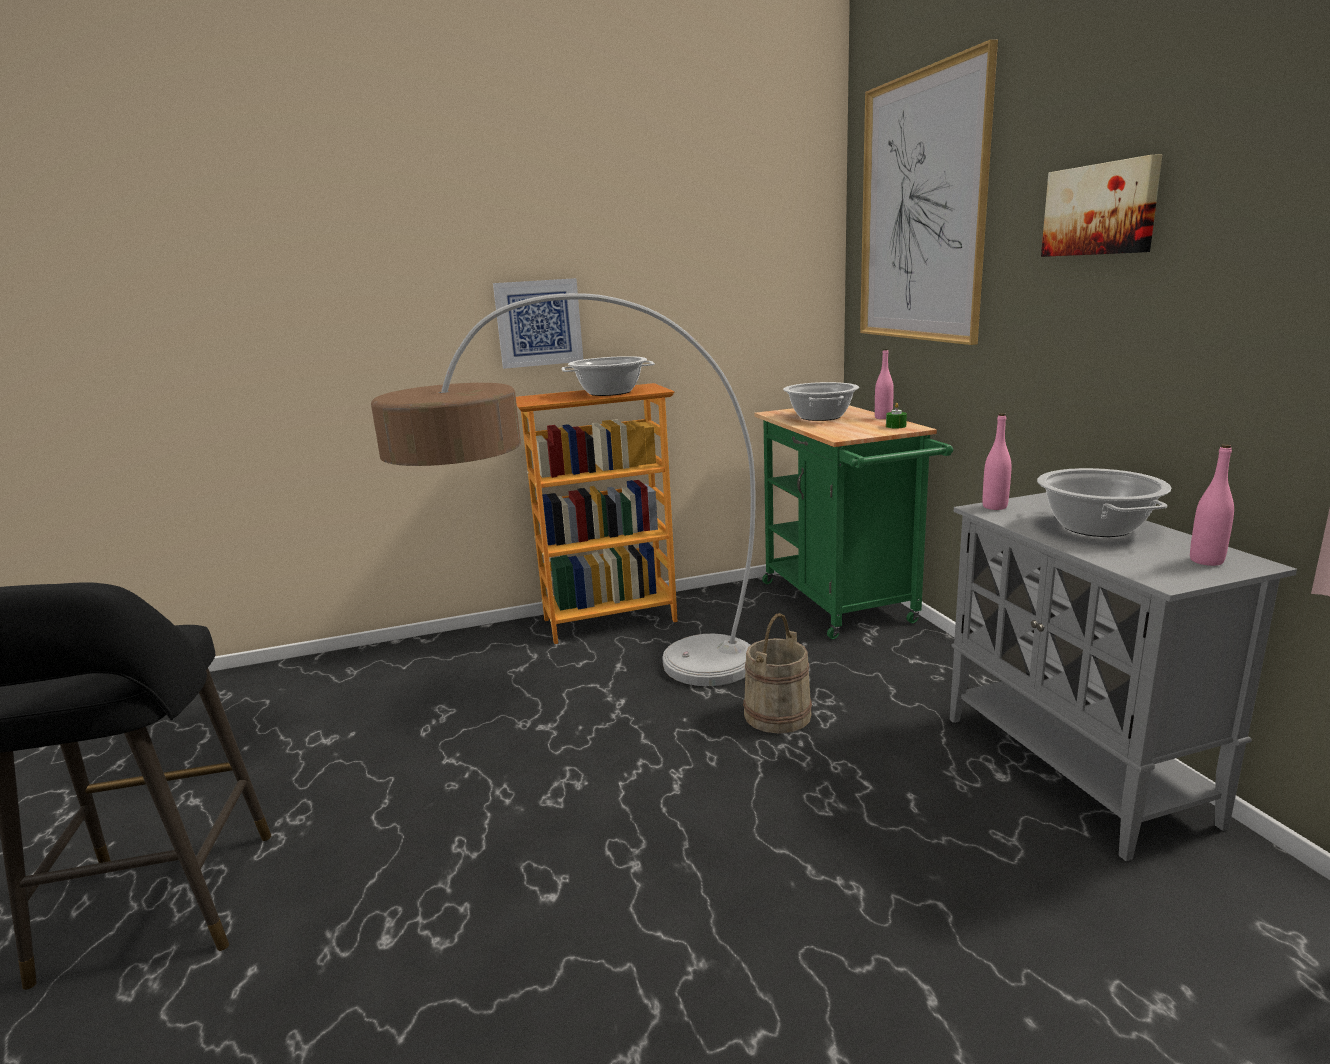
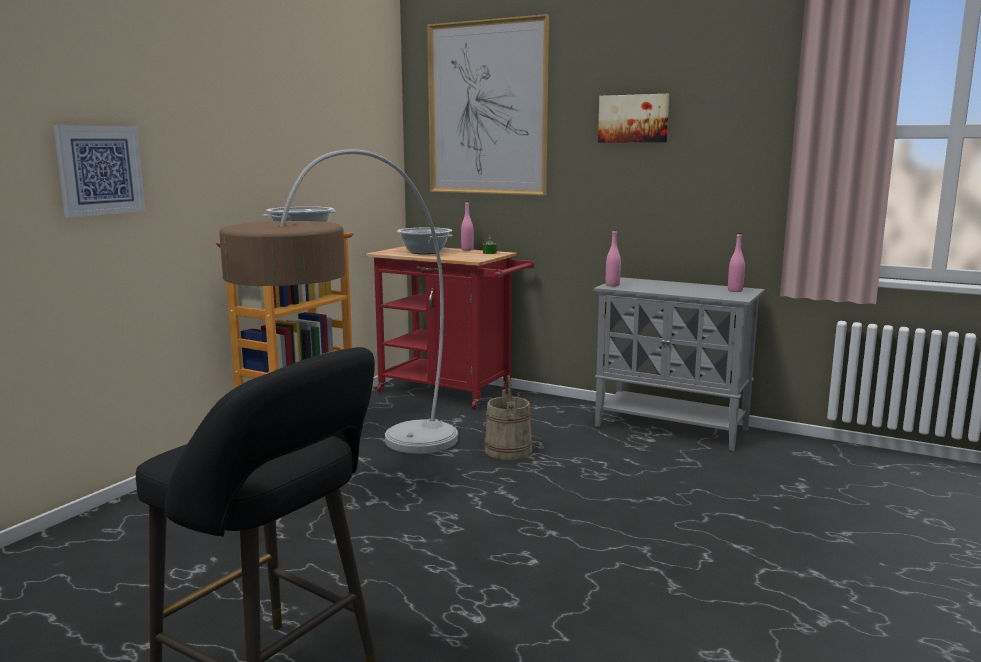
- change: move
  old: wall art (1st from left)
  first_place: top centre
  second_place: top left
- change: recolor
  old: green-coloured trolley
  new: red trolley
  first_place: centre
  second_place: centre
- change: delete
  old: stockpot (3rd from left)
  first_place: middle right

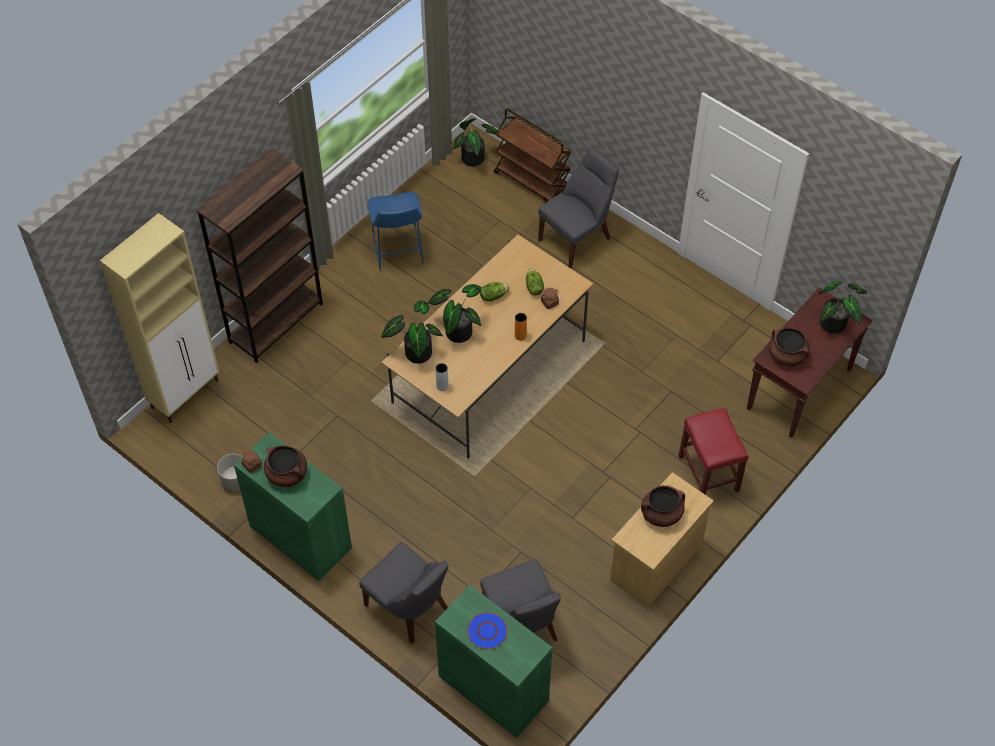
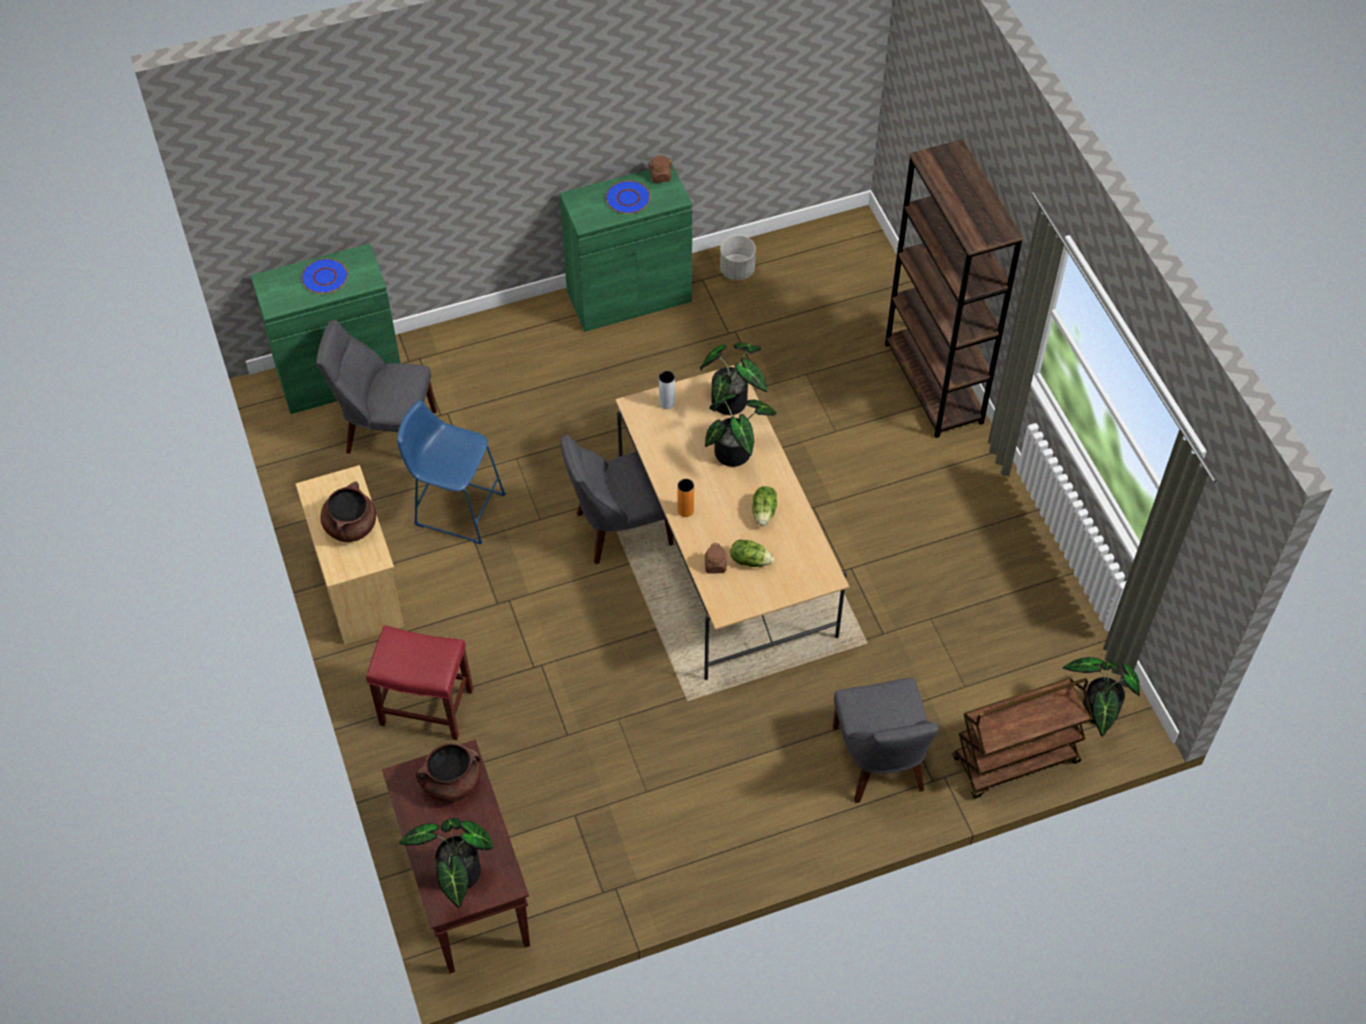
- change: move
  old: blue stool
  first_place: top centre
  second_place: middle left
- change: move
  old: greyish upright chair (1st from left in the first image)
  new: greyish upright chair (2nd from left)
  first_place: bottom centre
  second_place: centre
- change: replace
  old: brown-coloured stockpot (1st from left)
  new: blue plate (2nd from left)
  first_place: middle left
  second_place: top centre
- change: delete
  old: beige storage cabinet
  first_place: middle left

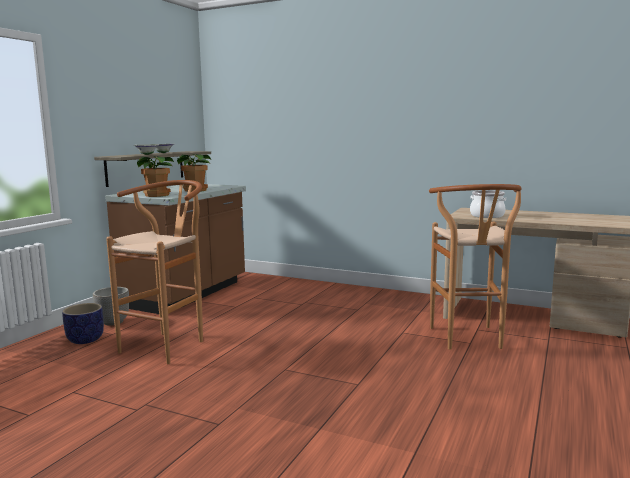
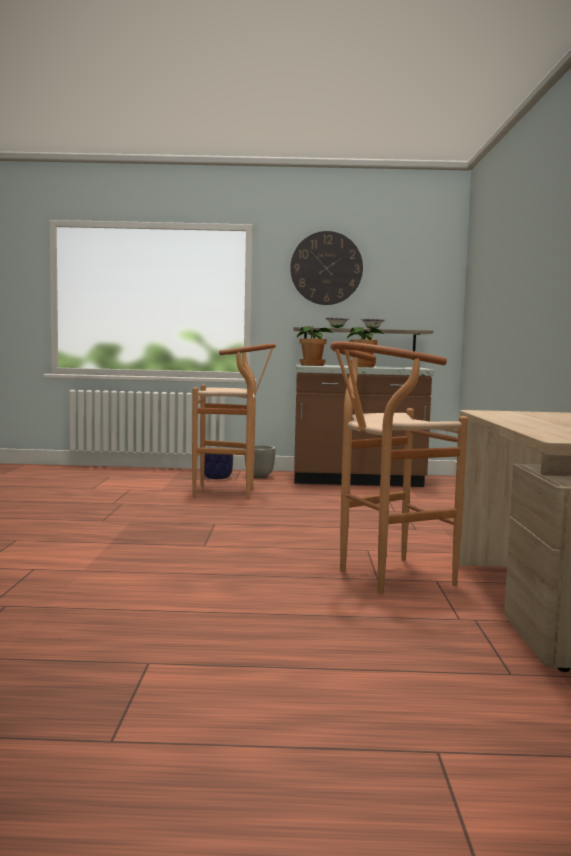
- change: insert
  new: hanging clock
  second_place: top centre
- change: delete
  old: stockpot
  first_place: middle right

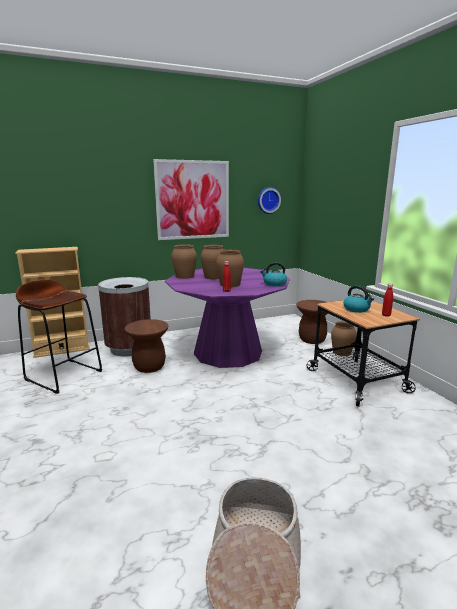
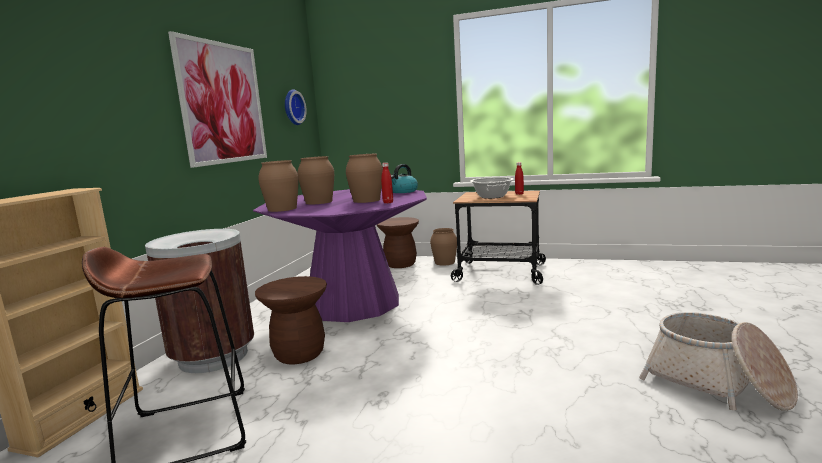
- change: replace
  old: water kettle (2nd from left)
  new: stockpot
  first_place: middle right
  second_place: centre

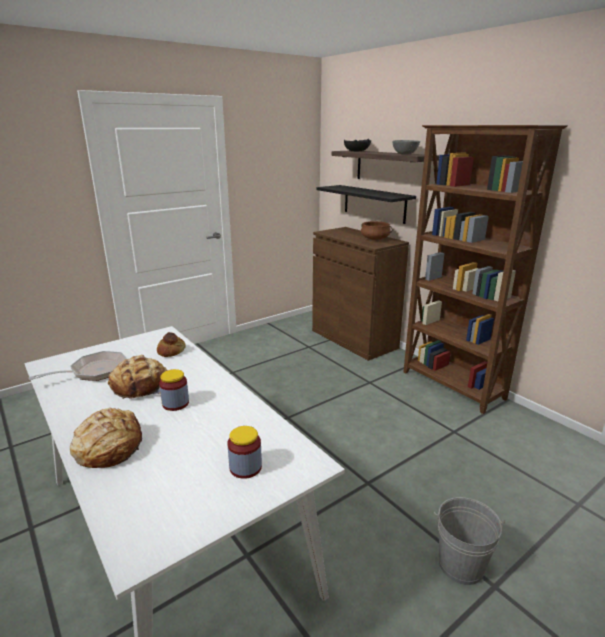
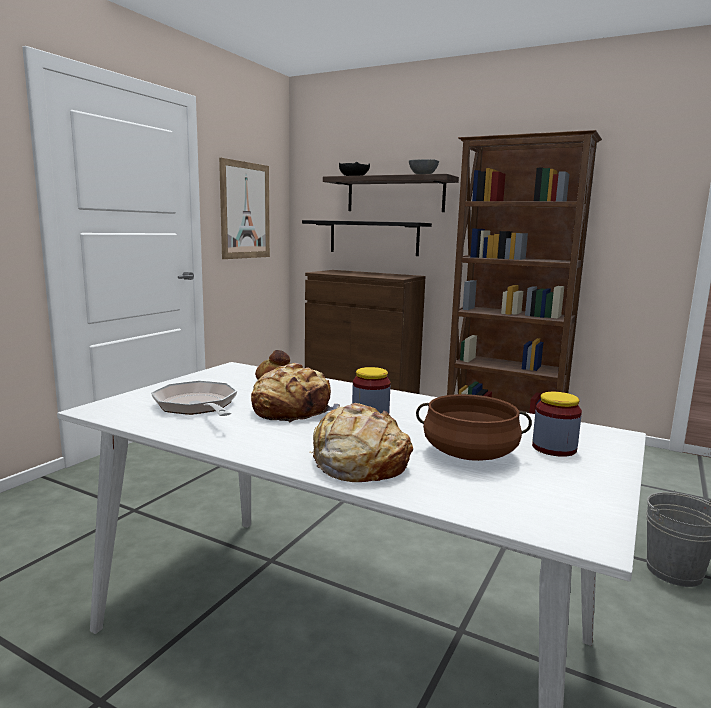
- change: rotate
  old: frying pan
  first_place: middle left
  second_place: middle left
  degrees: -60
- change: insert
  new: wall art
  second_place: top centre
- change: move
  old: brown-coloured stockpot
  first_place: centre
  second_place: middle right

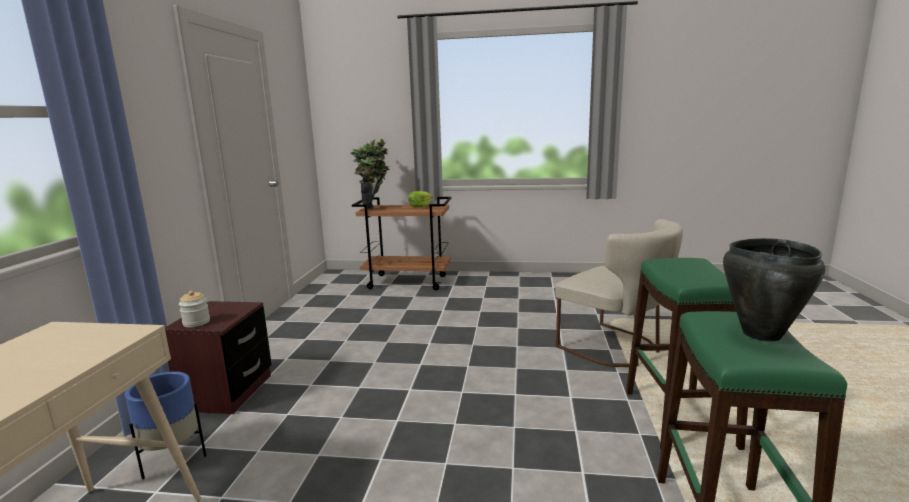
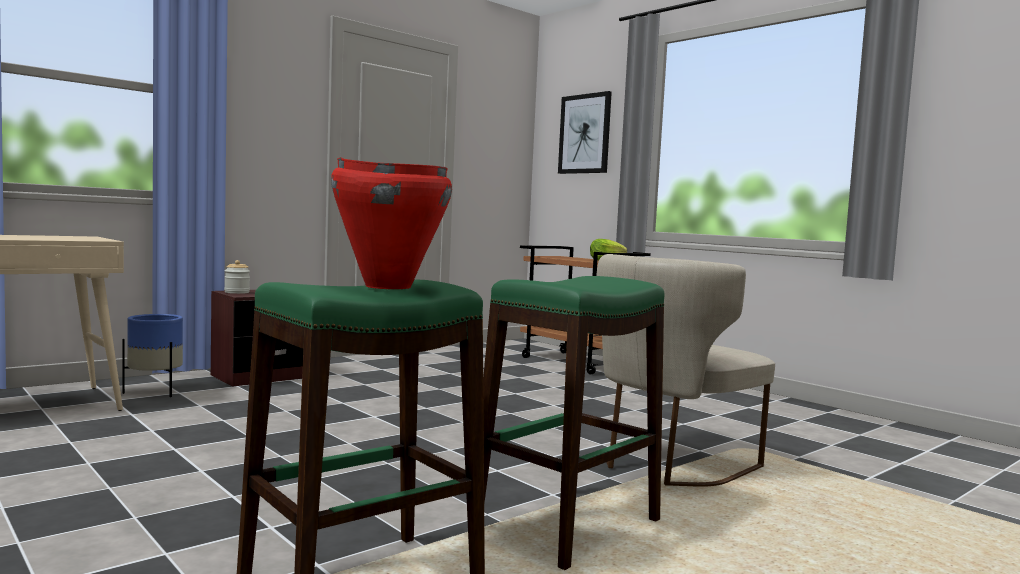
- change: recolor
  old: black-coloured stockpot
  new: red stockpot
  first_place: middle right
  second_place: centre
- change: insert
  new: wall art
  second_place: top centre
- change: rotate
  old: beige upright chair
  first_place: middle right
  second_place: middle right
  degrees: 45
- change: delete
  old: plant in a pot
  first_place: centre

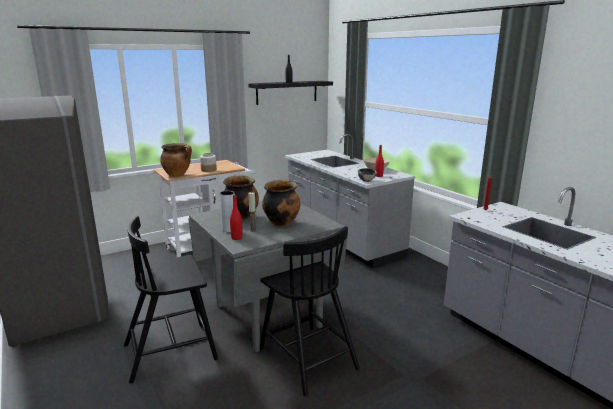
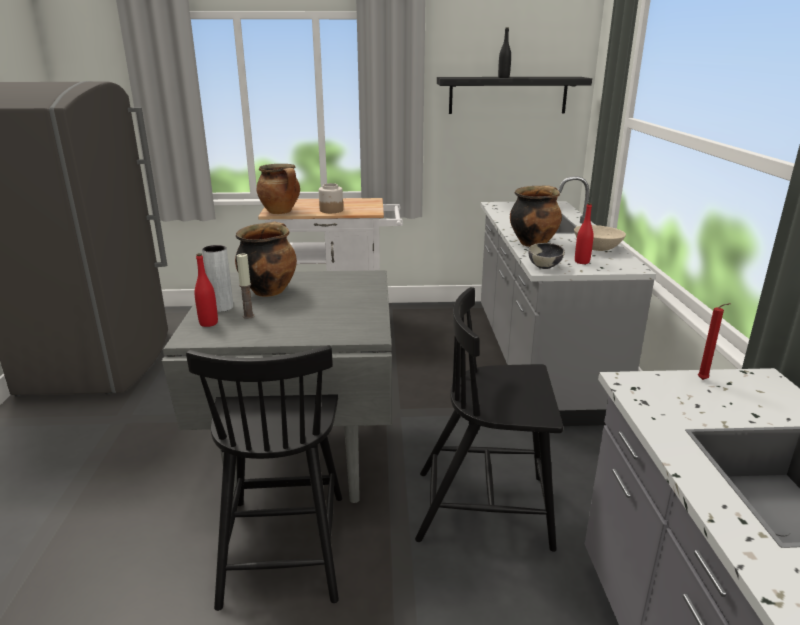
- change: move
  old: black-coloured upright chair (1st from left in the first image)
  new: black-coloured upright chair (2nd from left)
  first_place: bottom left
  second_place: bottom centre
- change: move
  old: stockpot (3rd from left)
  first_place: centre
  second_place: middle right

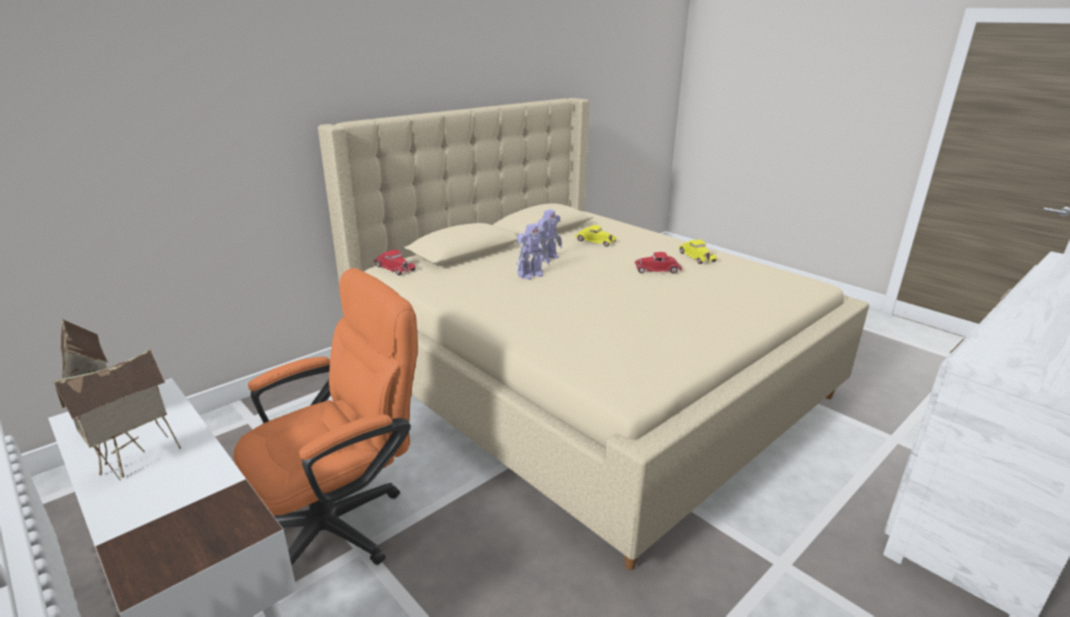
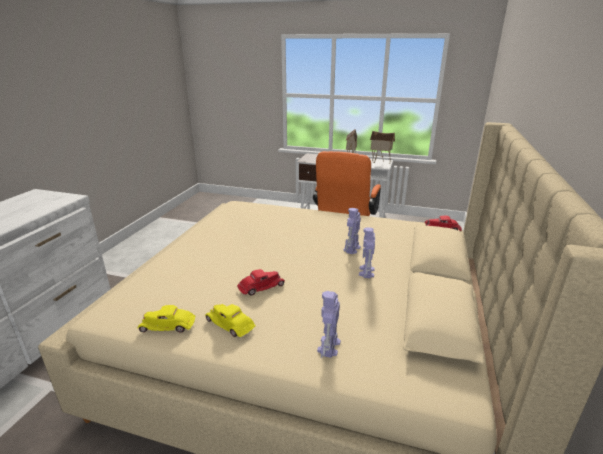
- change: move
  old: yellow-coloured model car (1st from left)
  first_place: centre
  second_place: bottom left
- change: insert
  new: model robot (1st from left)
  second_place: bottom centre

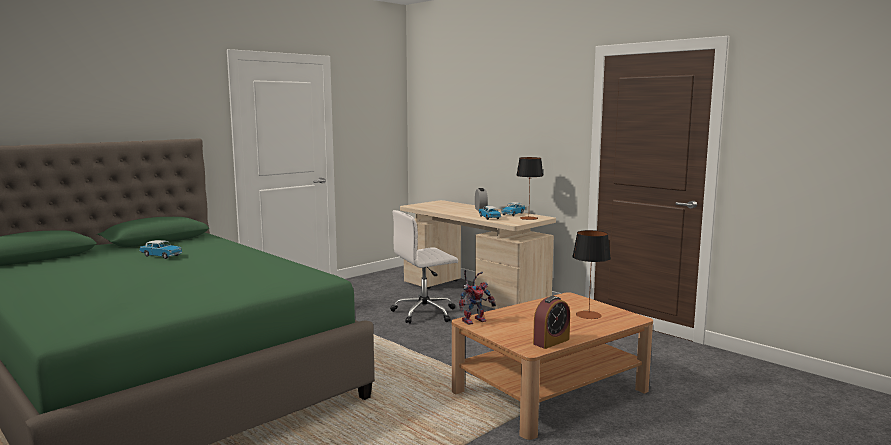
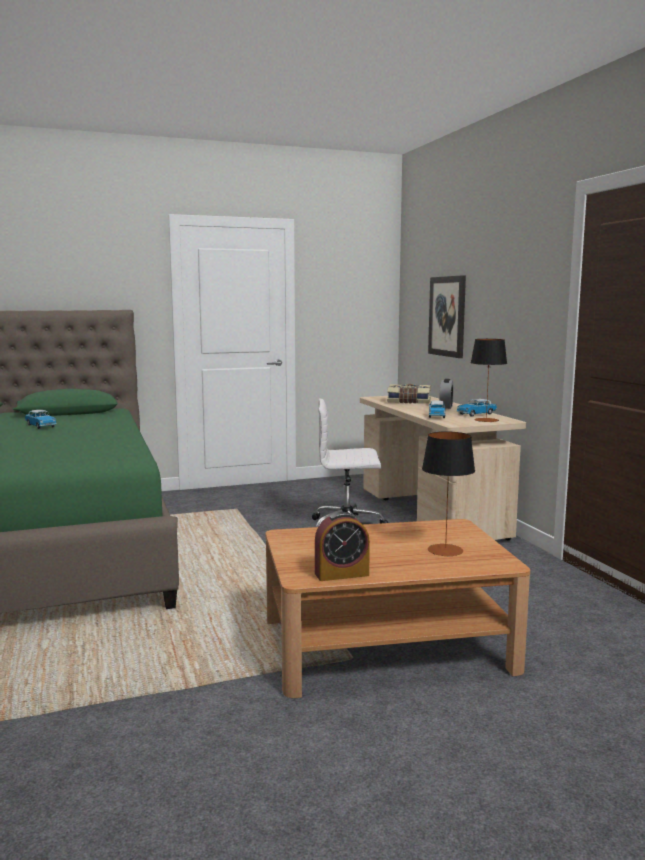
- change: insert
  new: volume
  second_place: centre
- change: insert
  new: wall art
  second_place: middle right
- change: delete
  old: model robot
  first_place: bottom centre

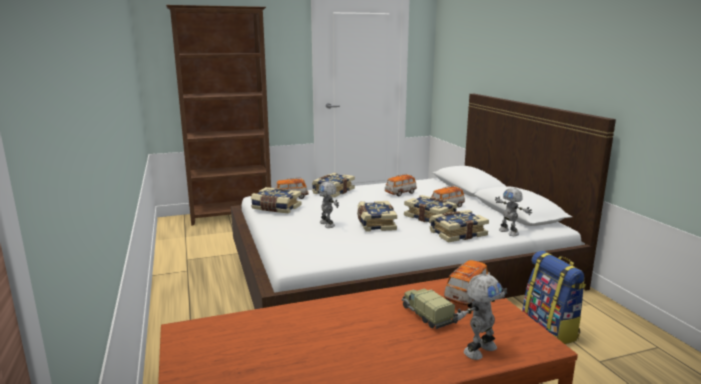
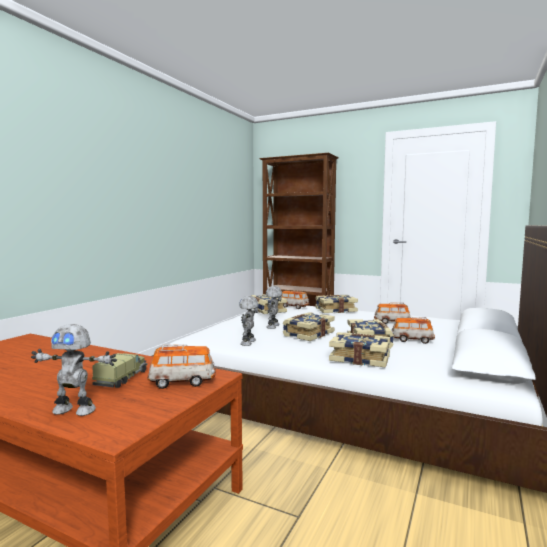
- change: move
  old: model robot (3rd from left in the first image)
  new: model robot (2nd from left)
  first_place: middle right
  second_place: centre
- change: delete
  old: backpack
  first_place: bottom right

